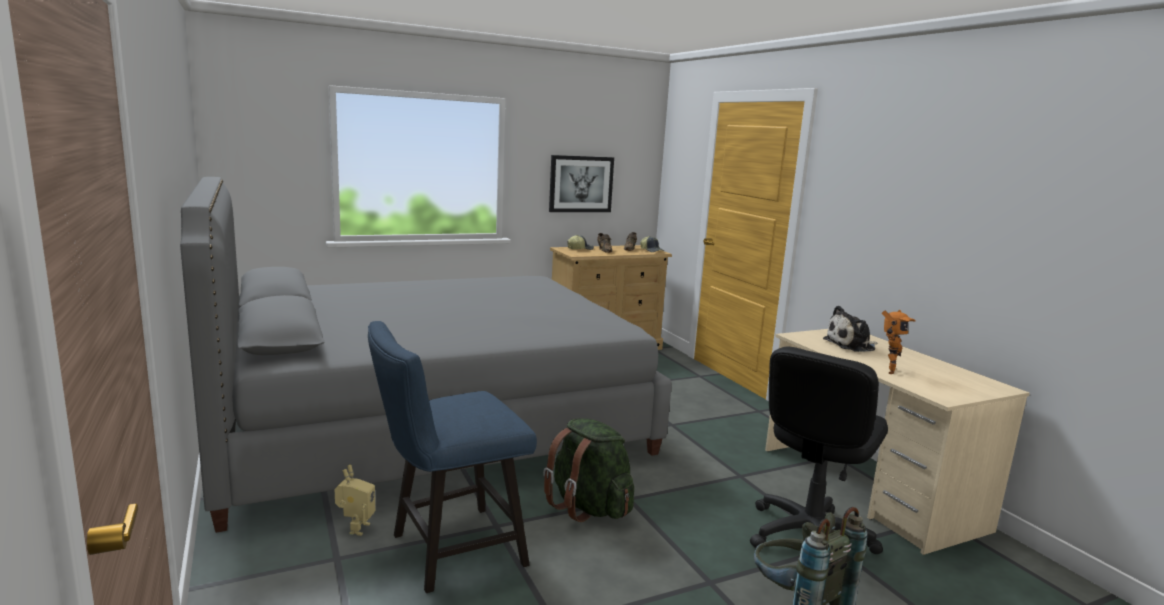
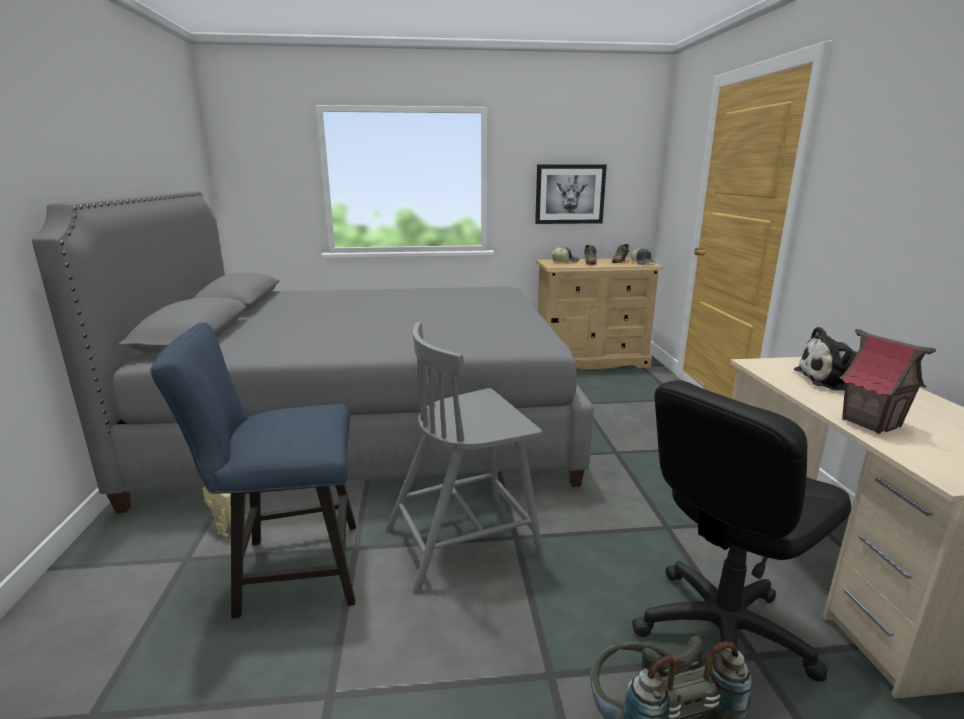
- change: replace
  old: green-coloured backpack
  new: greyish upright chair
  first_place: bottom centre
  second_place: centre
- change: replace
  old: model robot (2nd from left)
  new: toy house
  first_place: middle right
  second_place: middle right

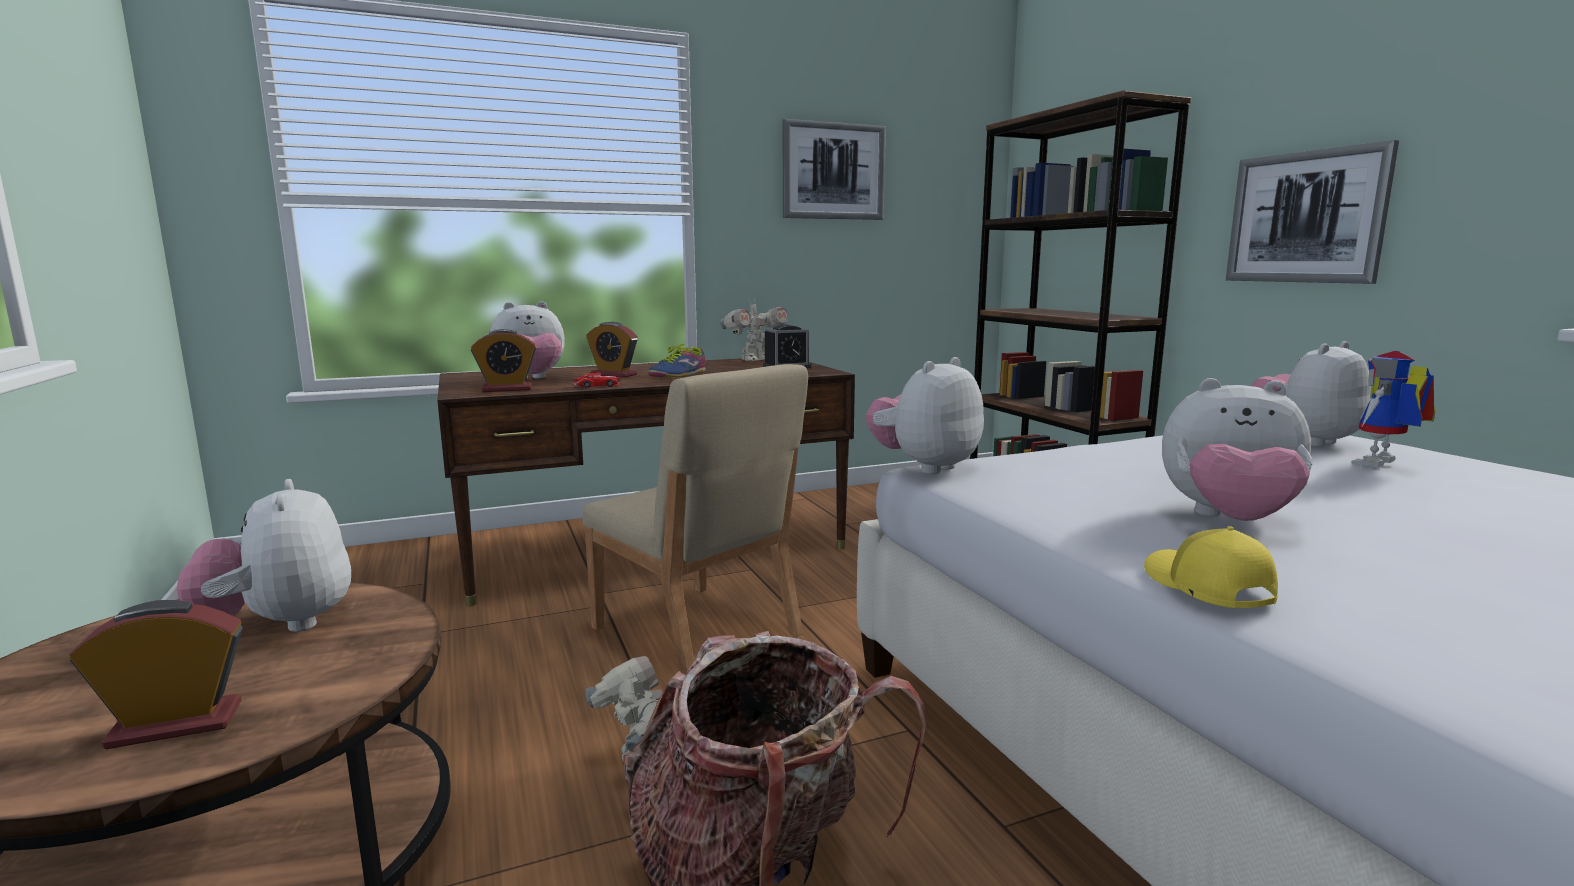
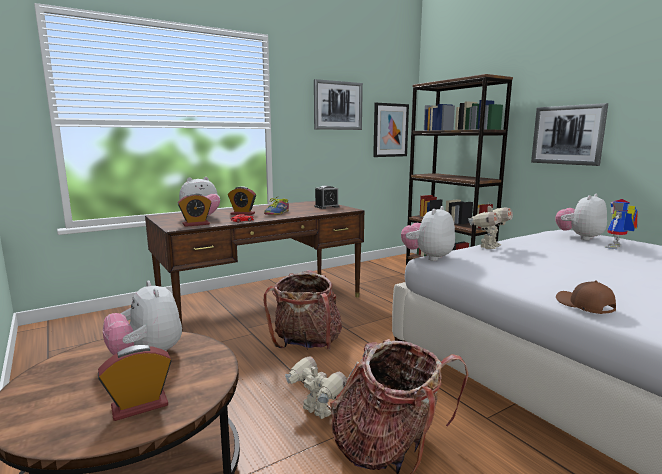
- change: replace
  old: beige upright chair
  new: backpack (1st from left)
  first_place: centre
  second_place: centre
- change: insert
  new: wall art (2nd from left)
  second_place: top centre
- change: move
  old: model robot (2nd from left)
  first_place: centre
  second_place: middle right
- change: recolor
  old: yellow-coloured baseball cap
  new: brown-coloured baseball cap
  first_place: middle right
  second_place: middle right
- change: delete
  old: plush toy (4th from left)
  first_place: middle right

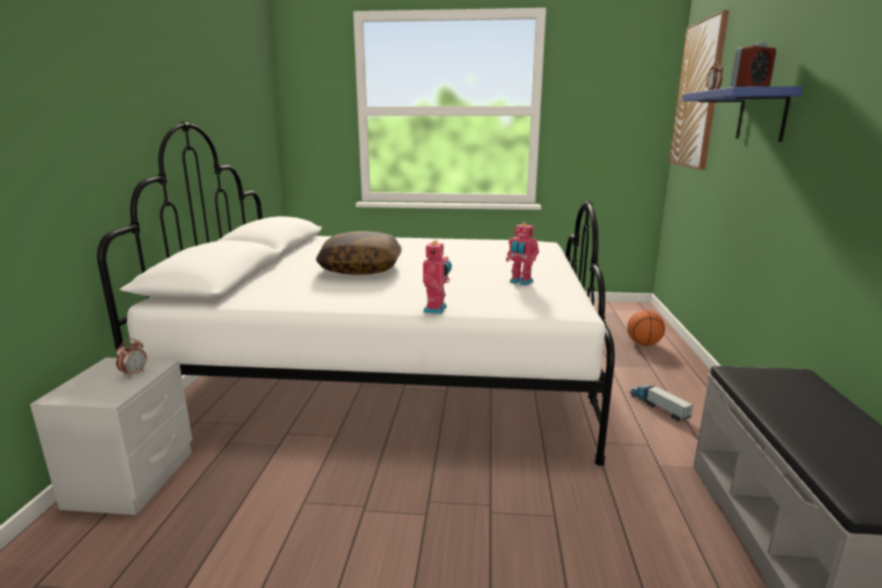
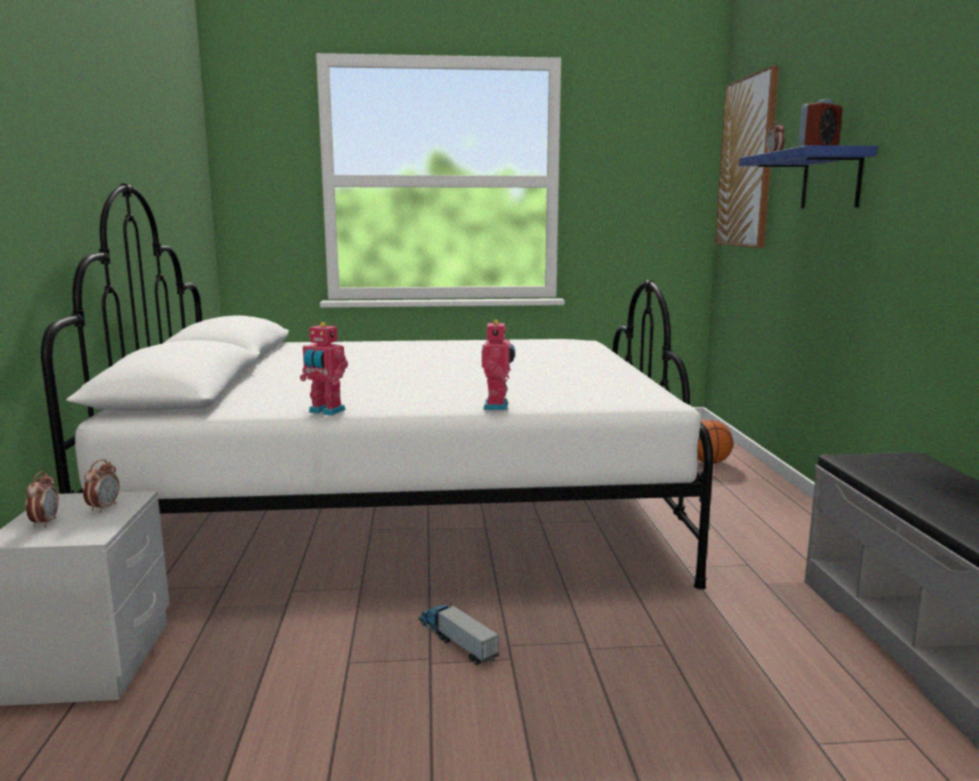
- change: insert
  new: alarm clock (1st from left)
  second_place: middle left
- change: move
  old: model robot (2nd from left in the first image)
  new: model robot (1st from left)
  first_place: centre
  second_place: middle left
- change: move
  old: toy truck
  first_place: bottom right
  second_place: bottom centre
- change: delete
  old: pillow
  first_place: centre

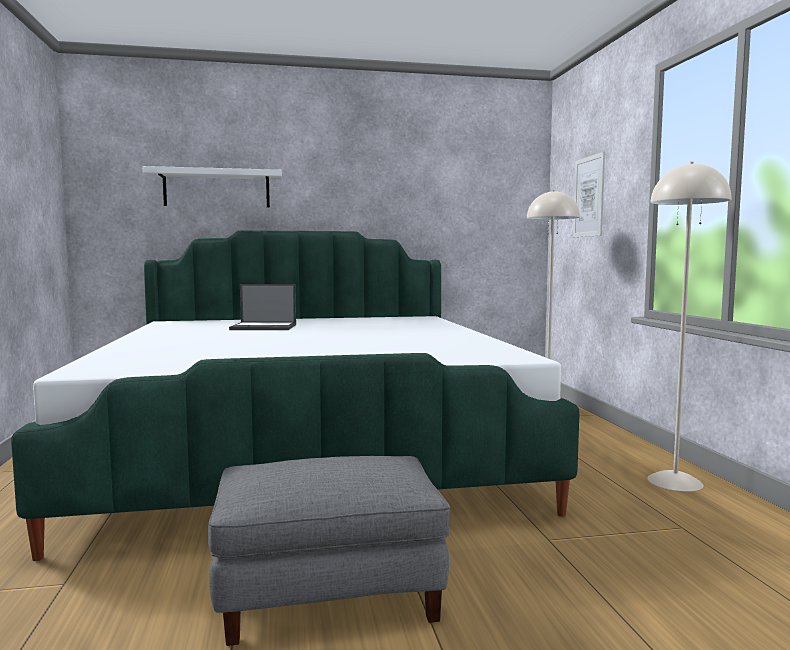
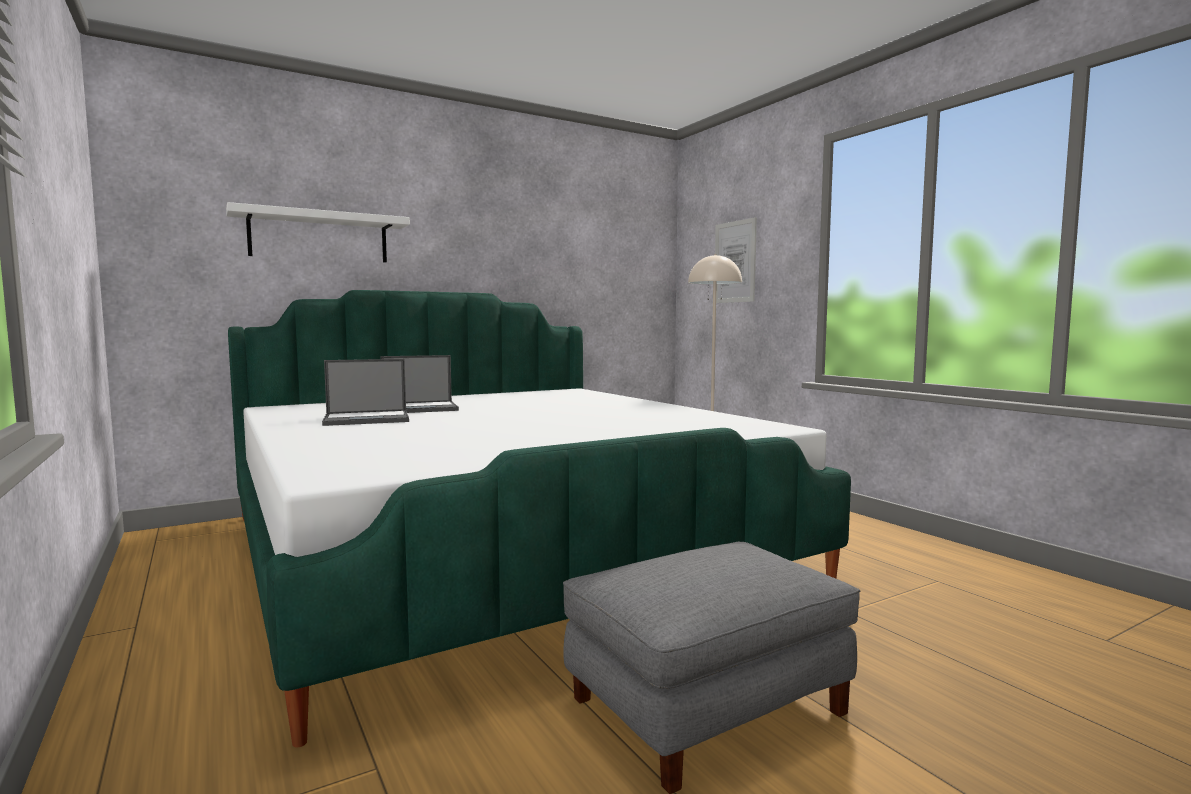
- change: insert
  new: notebook computer (1st from left)
  second_place: middle left
- change: delete
  old: beige standard lamp (2nd from left)
  first_place: middle right

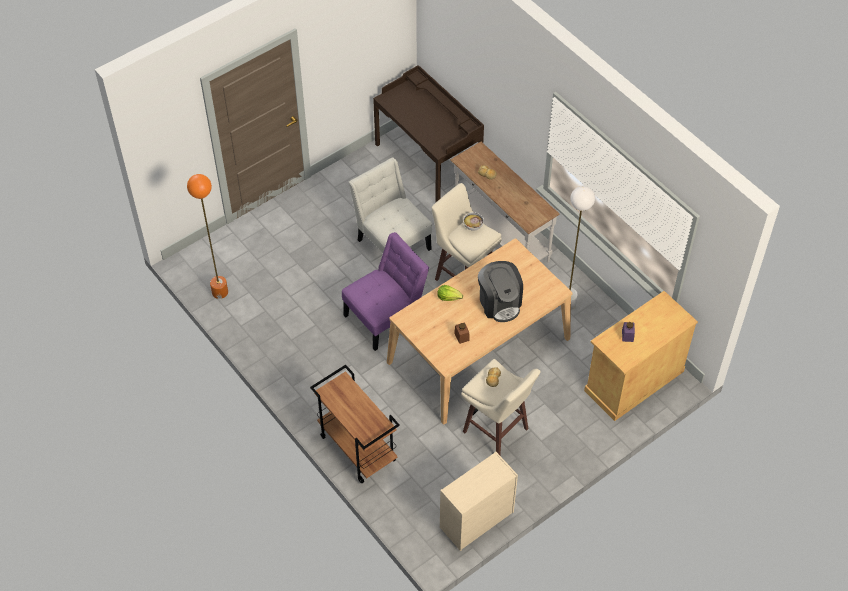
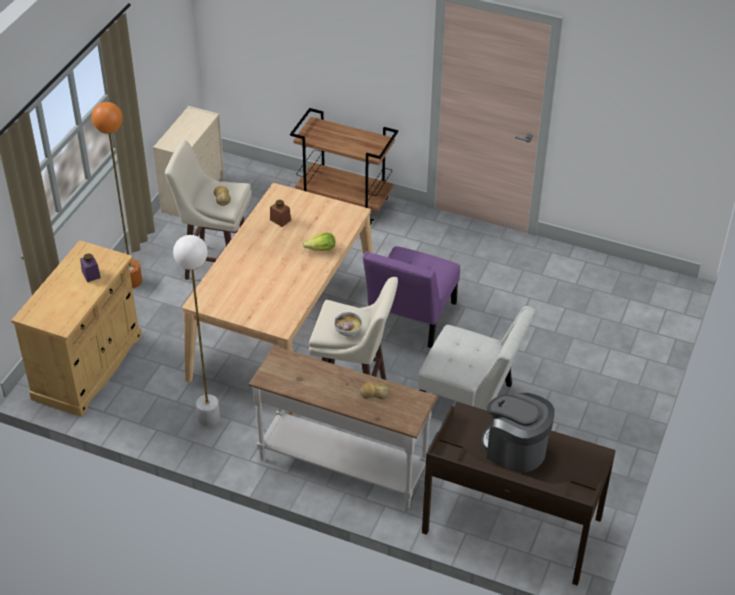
- change: move
  old: orange-coloured standard lamp
  first_place: middle left
  second_place: top left
- change: move
  old: coffee machine
  first_place: centre
  second_place: bottom right

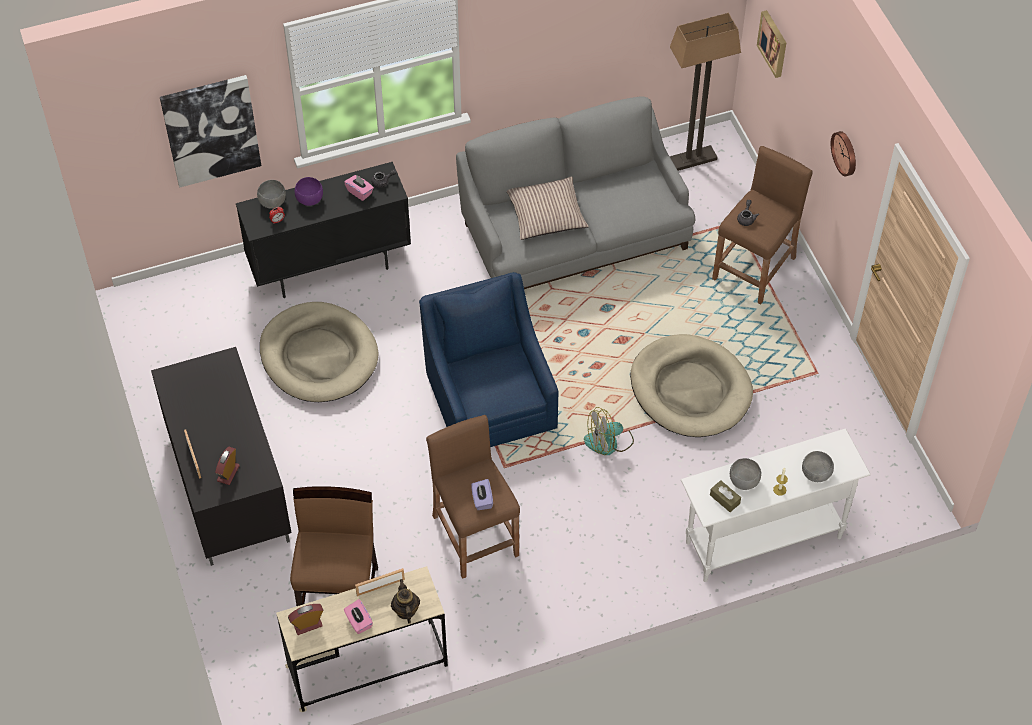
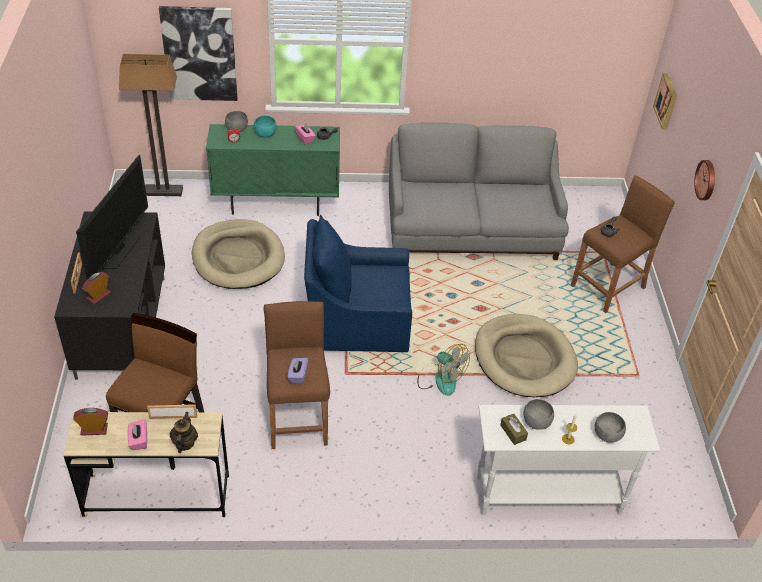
- change: insert
  new: television
  second_place: middle left
- change: move
  old: standard lamp
  first_place: top right
  second_place: top left
- change: recolor
  old: black-coloured storage cabinet
  new: green-coloured storage cabinet
  first_place: top left
  second_place: top centre
- change: recolor
  old: purplish deep dish
  new: blue-green deep dish
  first_place: top left
  second_place: top centre
- change: rotate
  old: blue armchair
  first_place: centre
  second_place: centre
  degrees: -90
- change: rotate
  old: electric fan
  first_place: centre
  second_place: centre
  degrees: -135
- change: delete
  old: pillow
  first_place: top centre

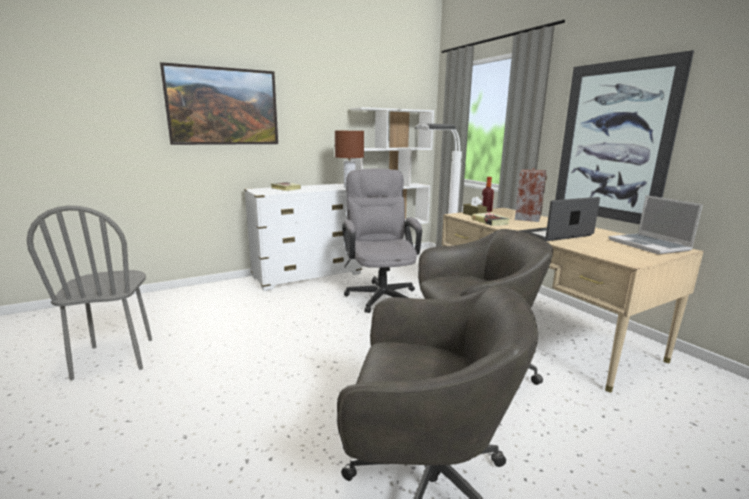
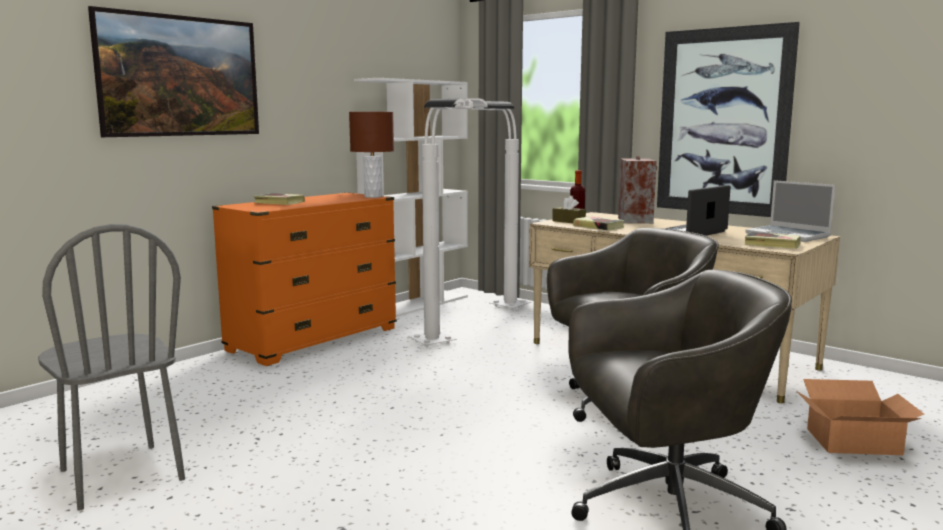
- change: recolor
  old: whitish drawer chest
  new: orange-coloured drawer chest
  first_place: centre
  second_place: middle left
- change: replace
  old: greyish computer chair (1st from left)
  new: whitish standard lamp (1st from left)
  first_place: centre
  second_place: centre
- change: insert
  new: volume (3rd from left)
  second_place: middle right
- change: insert
  new: cardboard box
  second_place: bottom right

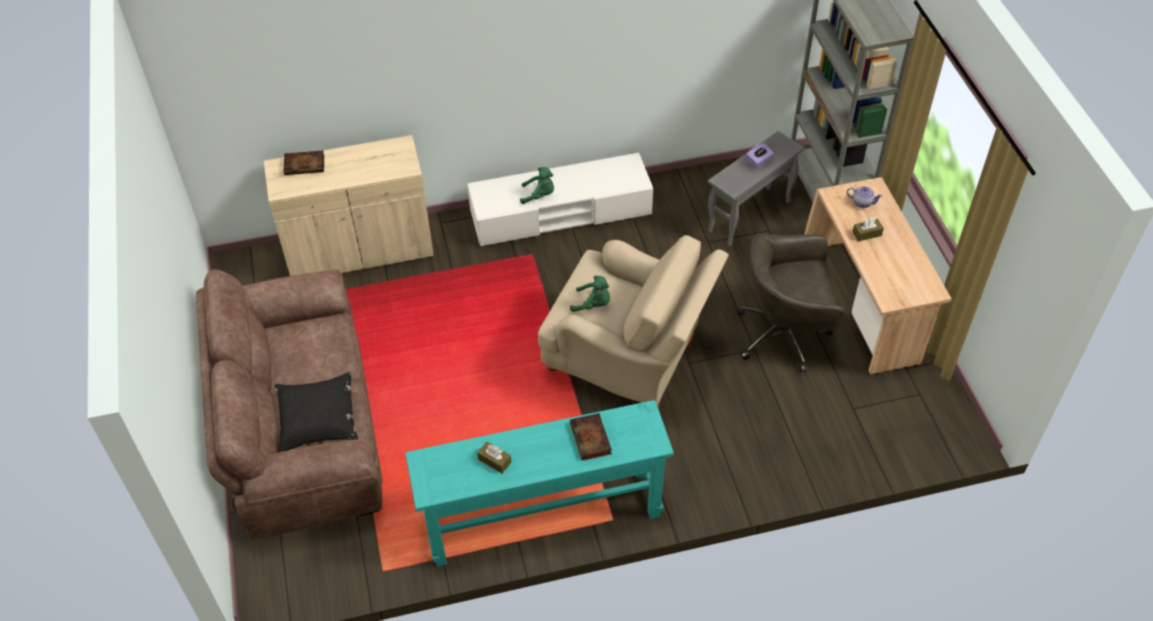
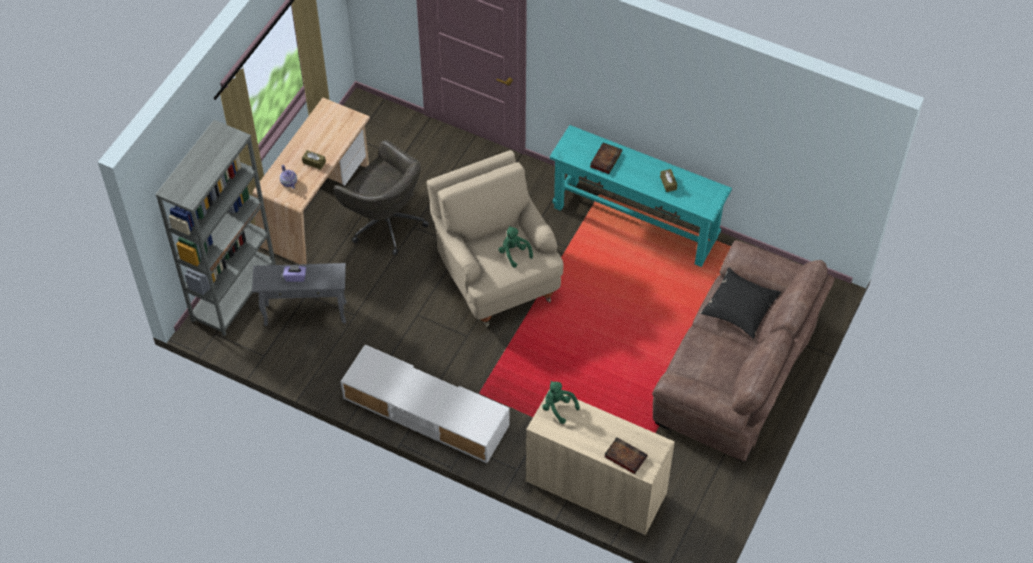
- change: move
  old: green-coloured plush toy (1st from left in the first image)
  new: green-coloured plush toy (2nd from left)
  first_place: top centre
  second_place: bottom centre

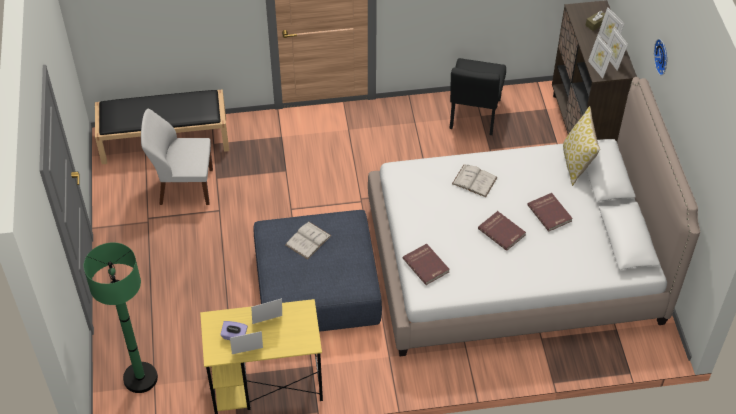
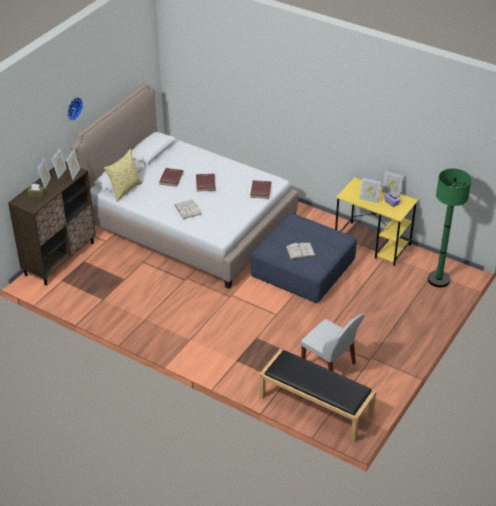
- change: delete
  old: black-coloured upright chair
  first_place: top centre

